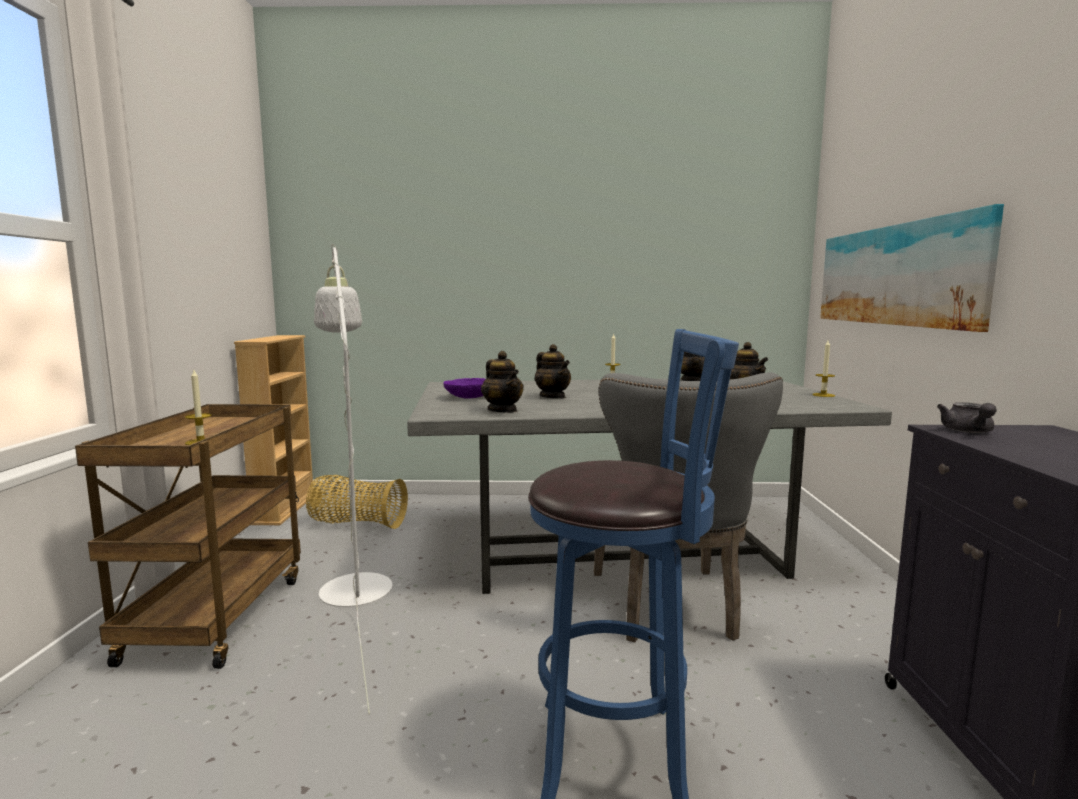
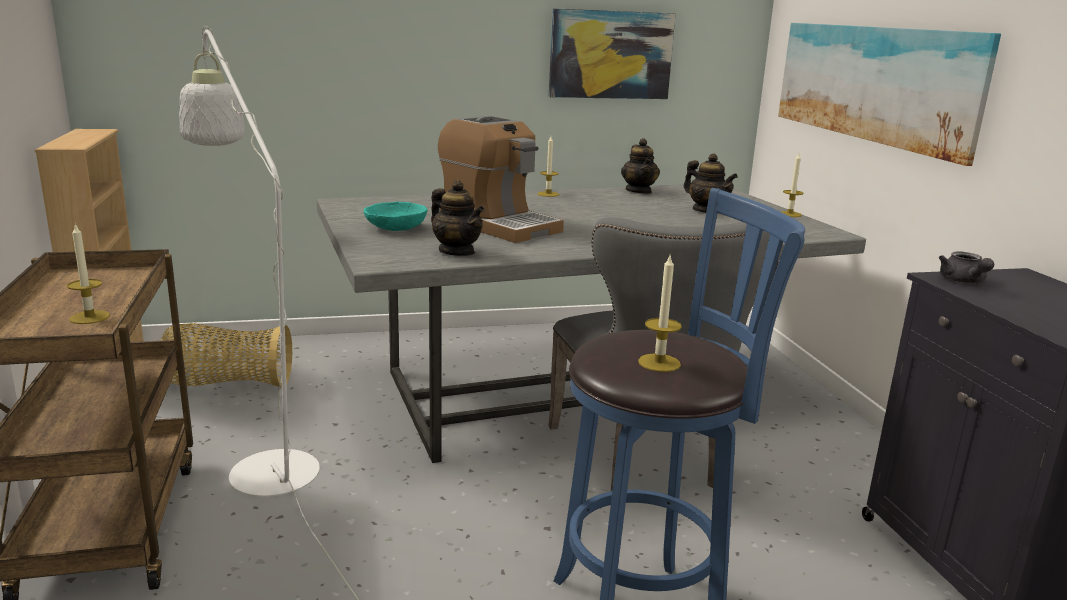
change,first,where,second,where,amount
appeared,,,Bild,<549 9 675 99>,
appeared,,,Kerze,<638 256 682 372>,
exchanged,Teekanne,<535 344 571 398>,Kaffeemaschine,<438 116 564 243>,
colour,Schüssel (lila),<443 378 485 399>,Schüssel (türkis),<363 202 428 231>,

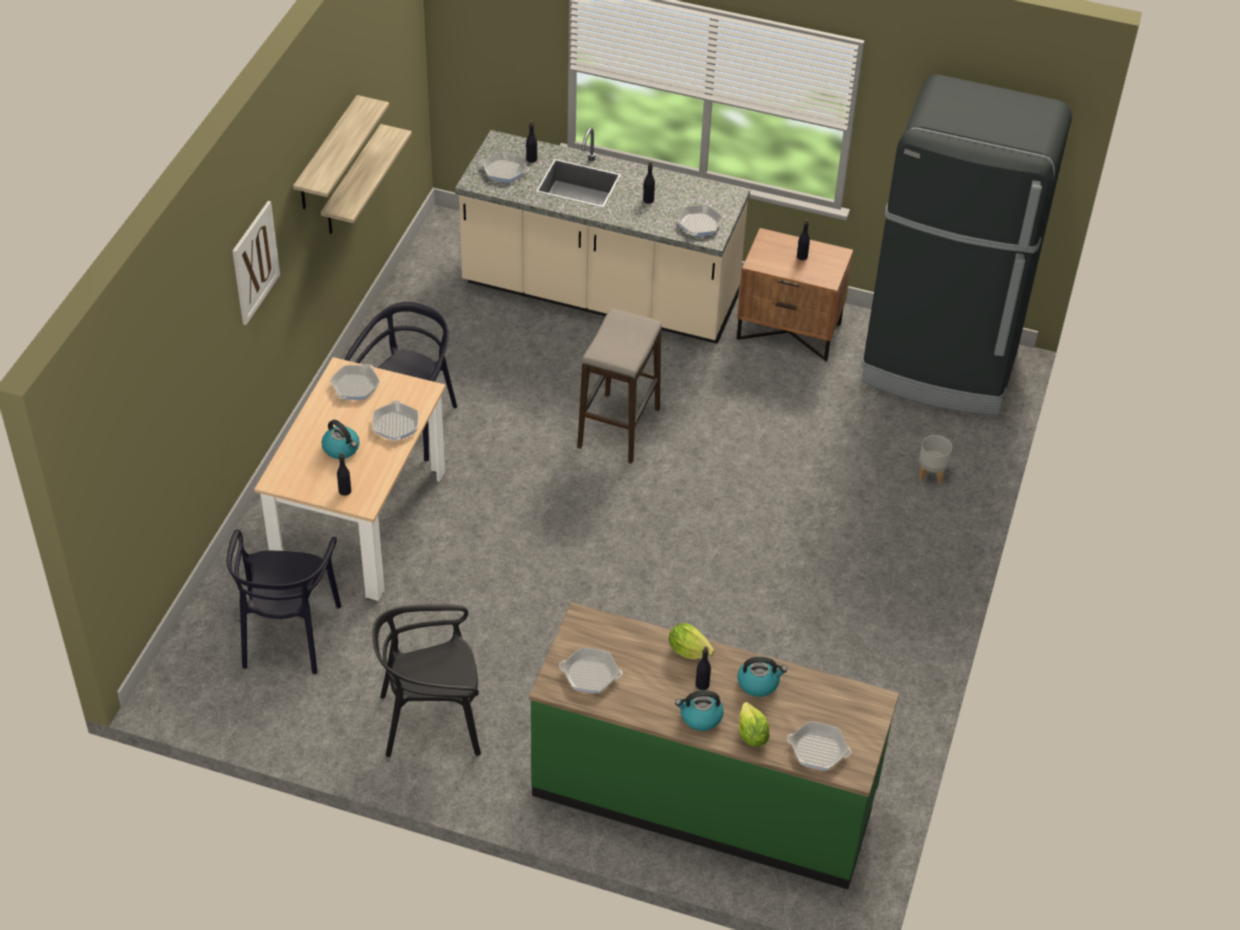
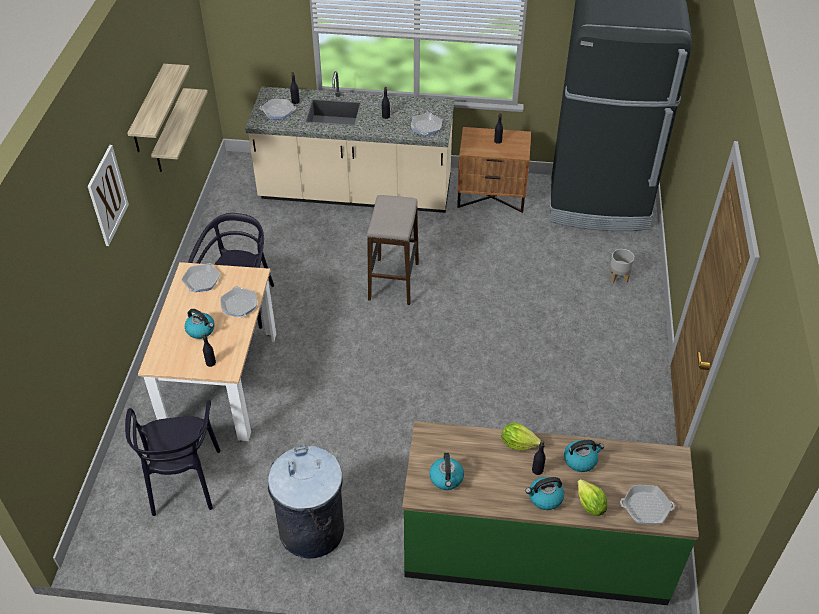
change,first,where,second,where,amount
exchanged,Stuhl (schwarz),<372 604 481 757>,Mülleimer (grau),<268 446 344 558>,
exchanged,Pfanne,<559 648 622 693>,Wasserkessel,<429 453 464 490>,

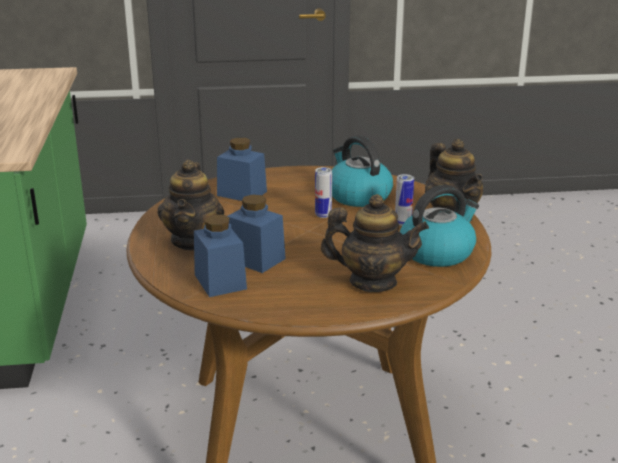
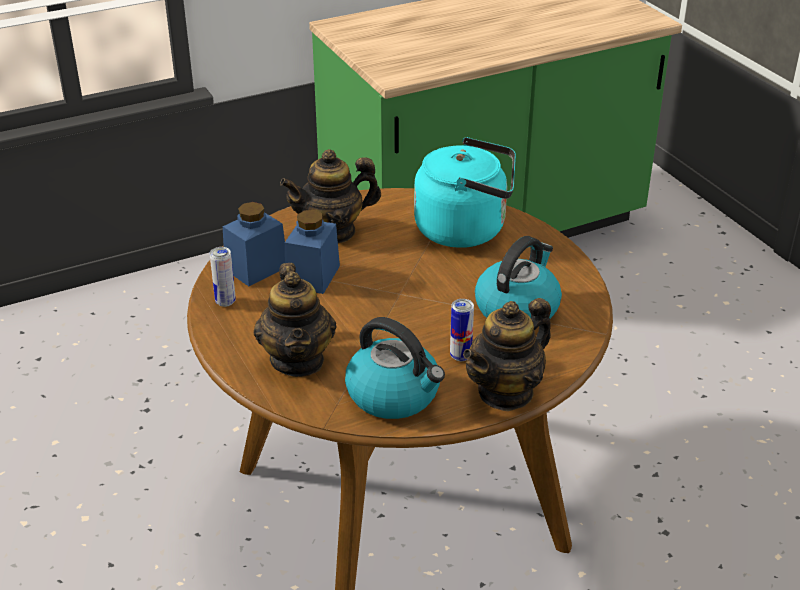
change,first,where,second,where,amount
relocated,Dose,<315 167 332 218>,,<210 247 236 307>,
exchanged,Vorratsglas (blau),<217 137 267 201>,Wasserkessel (türkis),<414 137 516 248>,

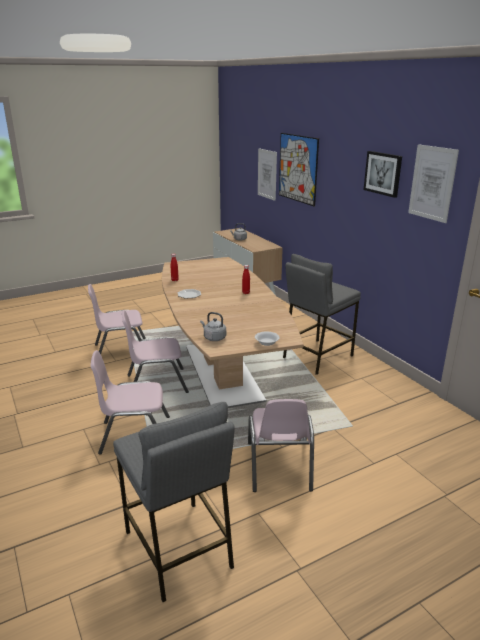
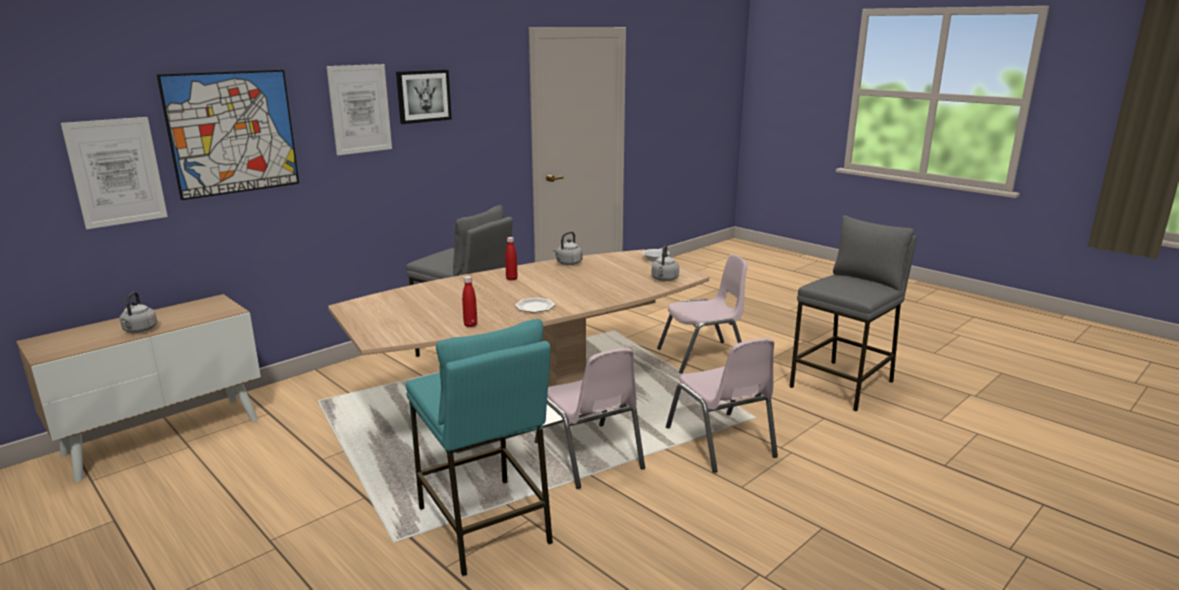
change,first,where,second,where,amount
appeared,,,Wasserkessel (grau),<553 231 582 265>,
relocated,Bild,<408 144 459 223>,,<326 64 392 155>,
exchanged,Stuhl (rosa),<88 284 146 354>,Hocker (türkis),<405 319 553 576>,

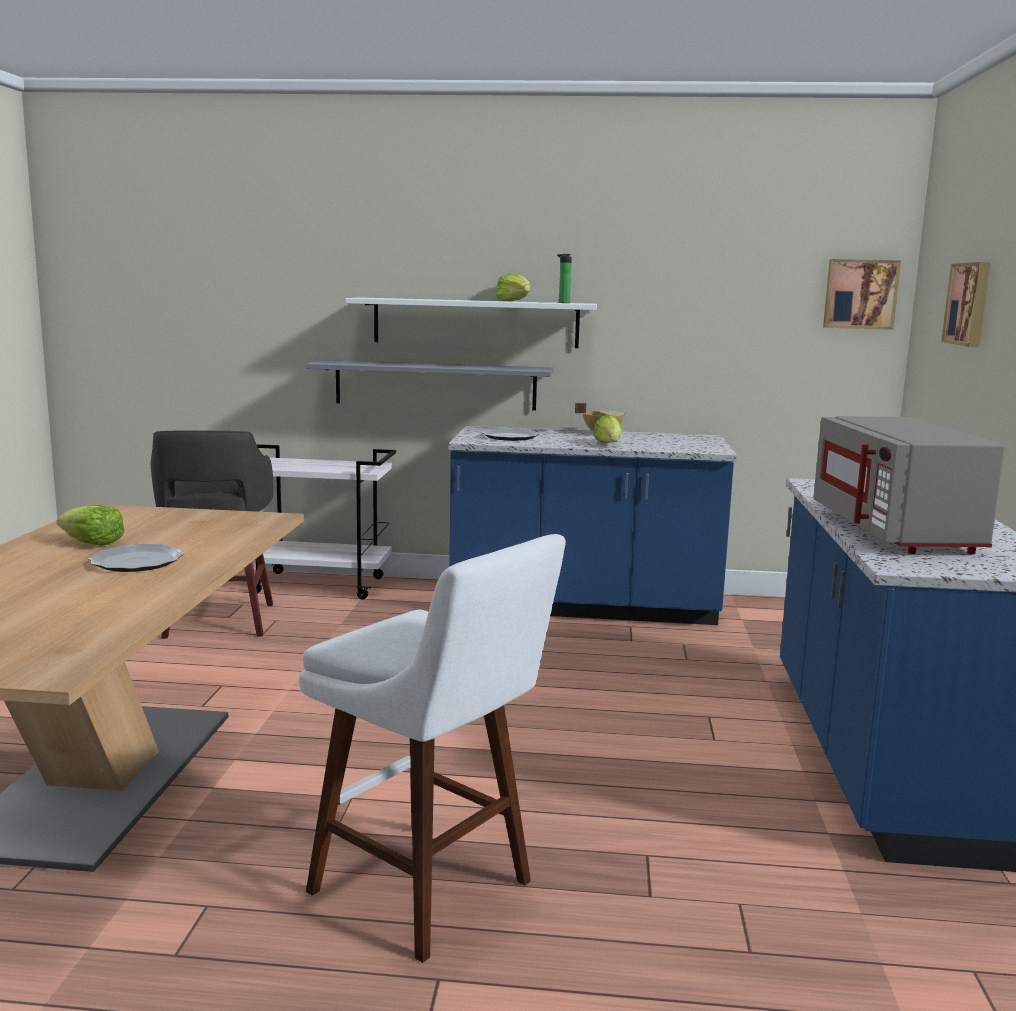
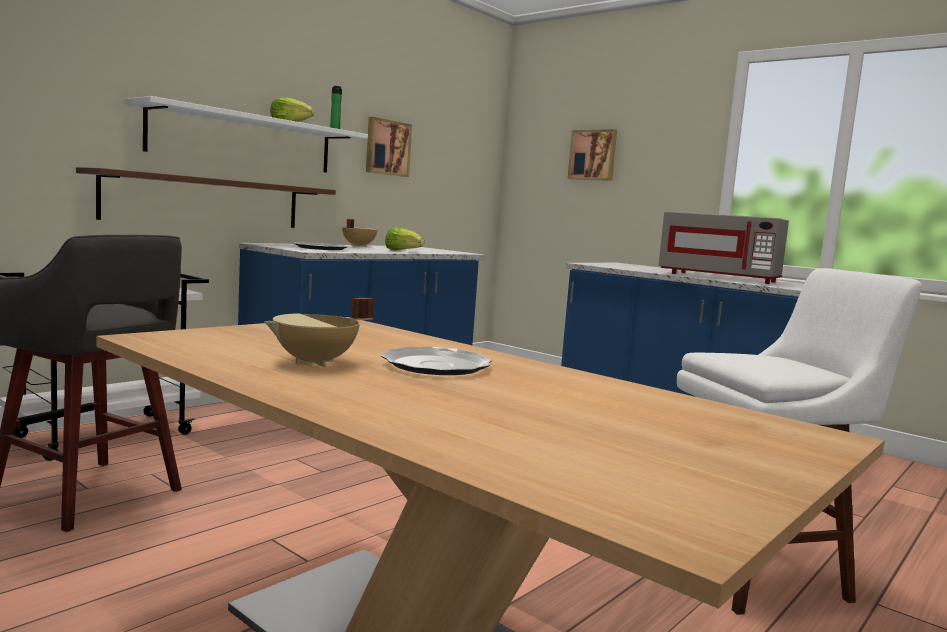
change,first,where,second,where,amount
relocated,Bild,<823 259 901 330>,,<366 117 412 177>,
exchanged,Salatkopf,<57 505 125 546>,Kochtopf (beige),<264 298 374 367>,
colour,Wandregal (grau),<306 360 554 411>,Wandregal (braun),<76 167 336 228>,

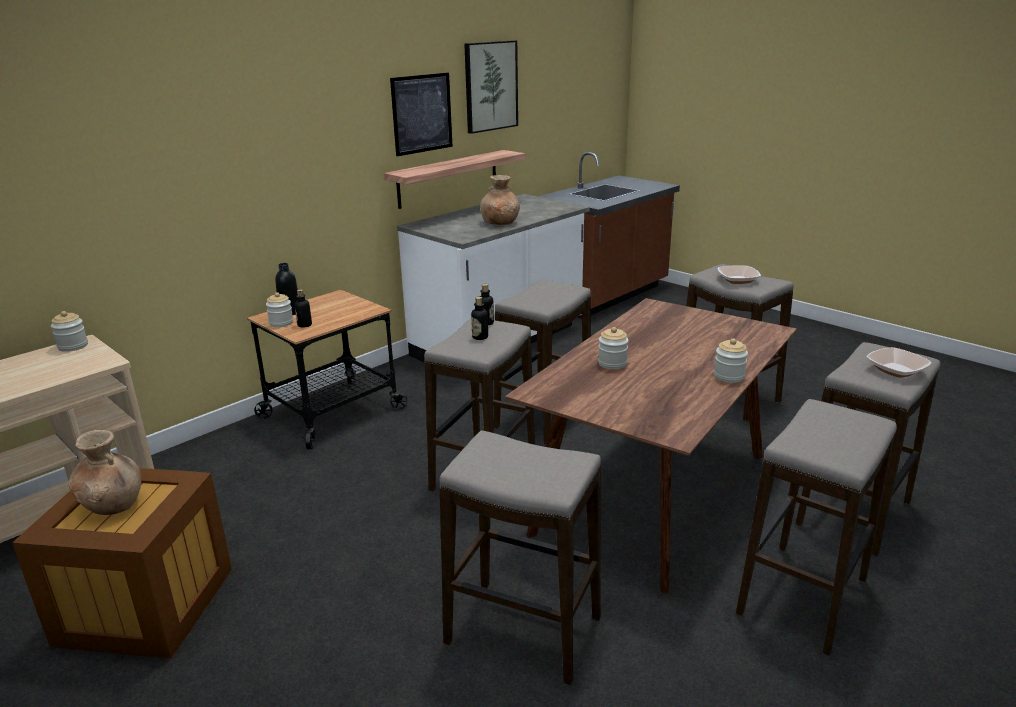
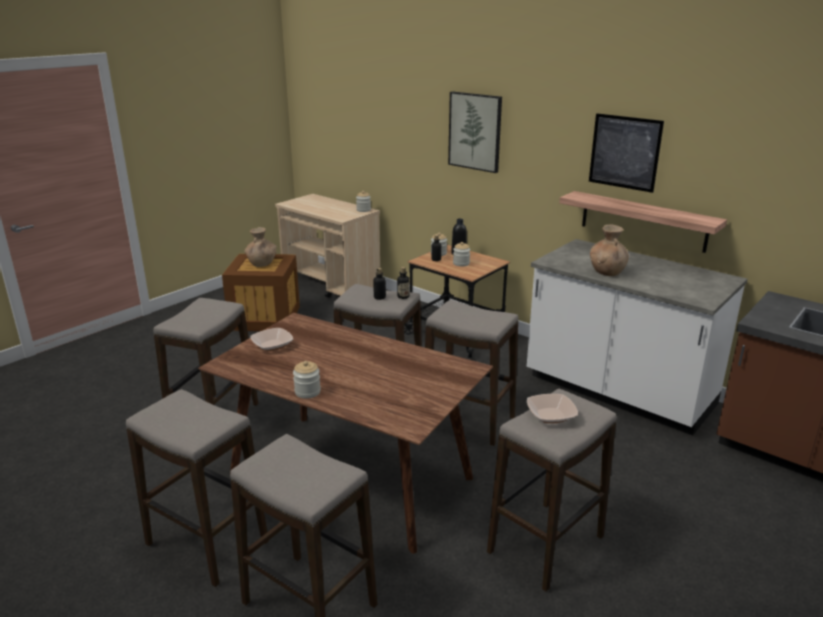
change,first,where,second,where,amount
relocated,Bild,<464 40 518 134>,,<448 92 502 173>,
relocated,Vorratsglas,<598 327 629 370>,,<453 242 470 266>,
relocated,Schüssel,<866 347 932 378>,,<250 328 293 351>,

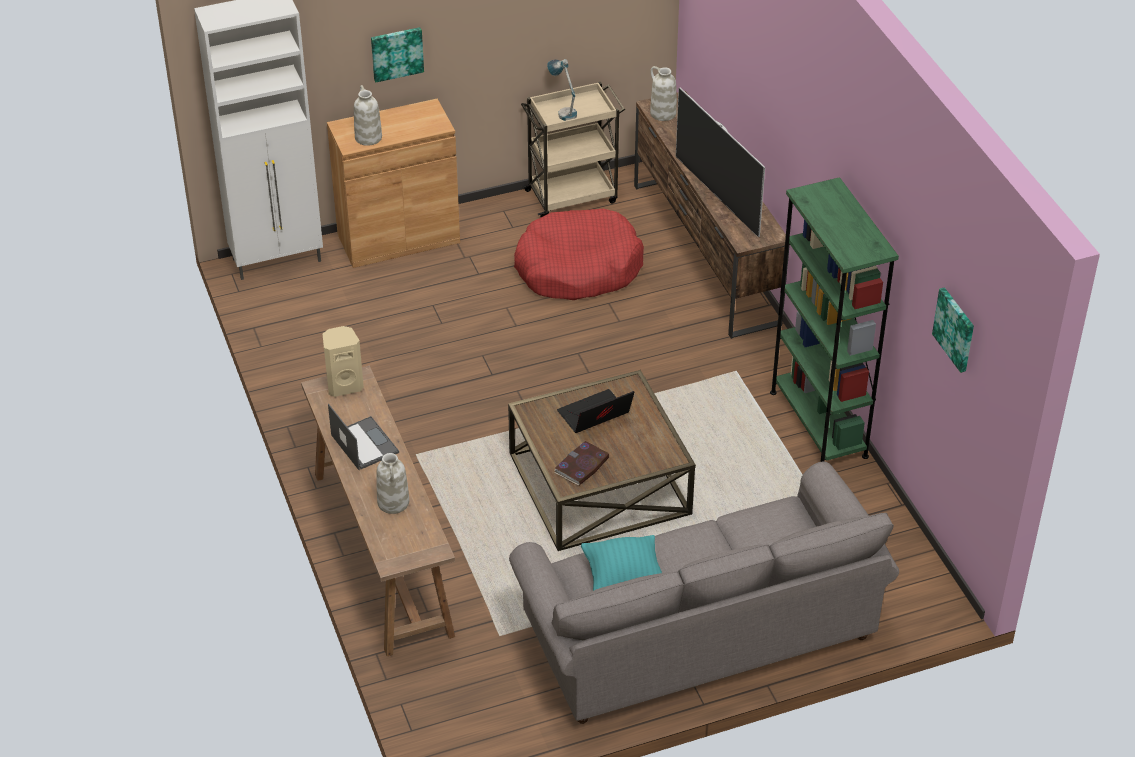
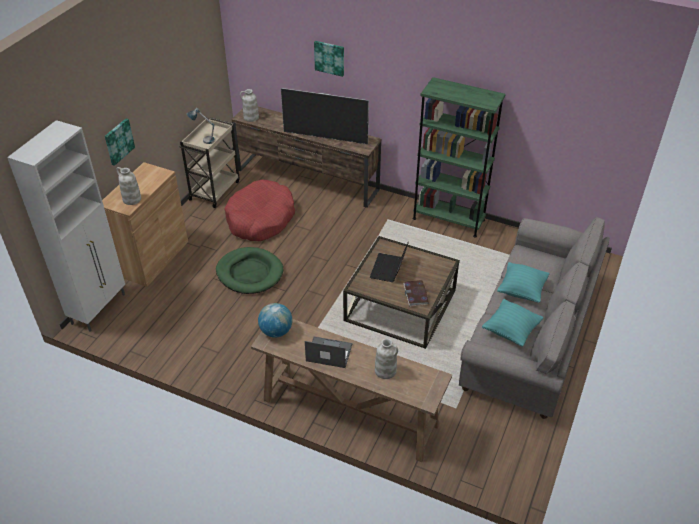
change,first,where,second,where,amount
appeared,,,Hundebett (grün),<216 247 283 294>,
appeared,,,Kissen (türkis),<497 262 549 303>,
relocated,Bild,<932 287 974 373>,,<314 41 344 77>,
exchanged,Lautsprecher (beige),<323 326 364 397>,Globus,<258 303 292 337>,

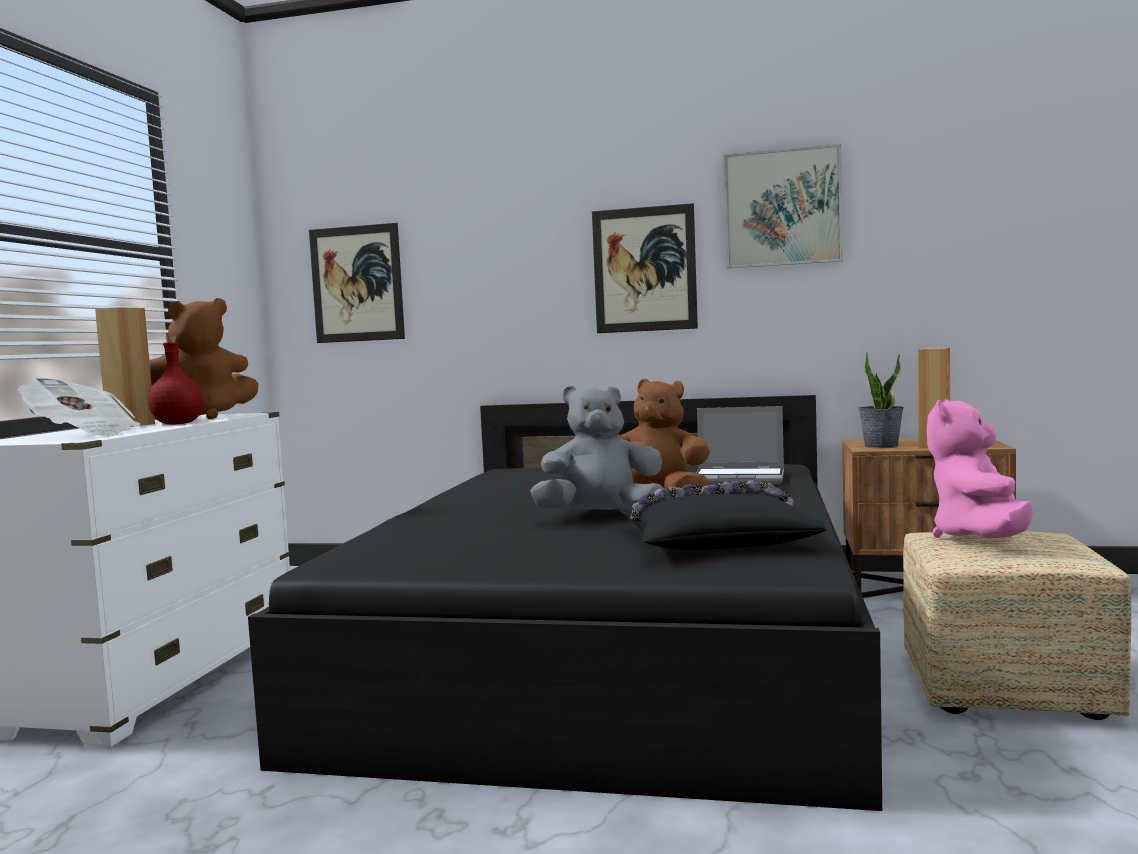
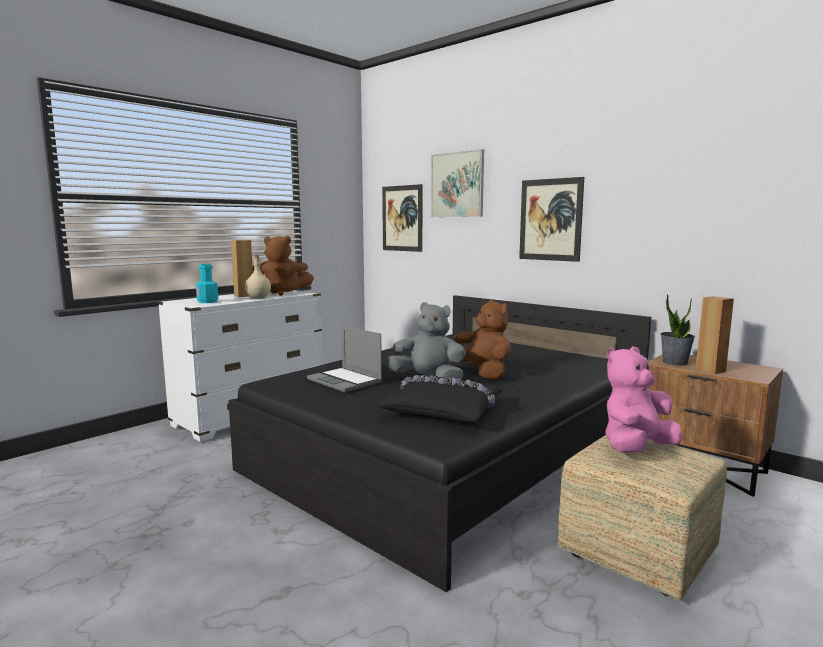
change,first,where,second,where,amount
relocated,Laptop,<696 406 784 485>,,<307 325 382 392>,
relocated,Bild,<724 144 843 269>,,<431 149 484 217>,
exchanged,Zeitung,<18 377 141 437>,Flasche (türkis),<196 264 218 303>,
colour,Flasche (rot),<148 336 203 425>,Flasche (beige),<245 255 271 298>,

